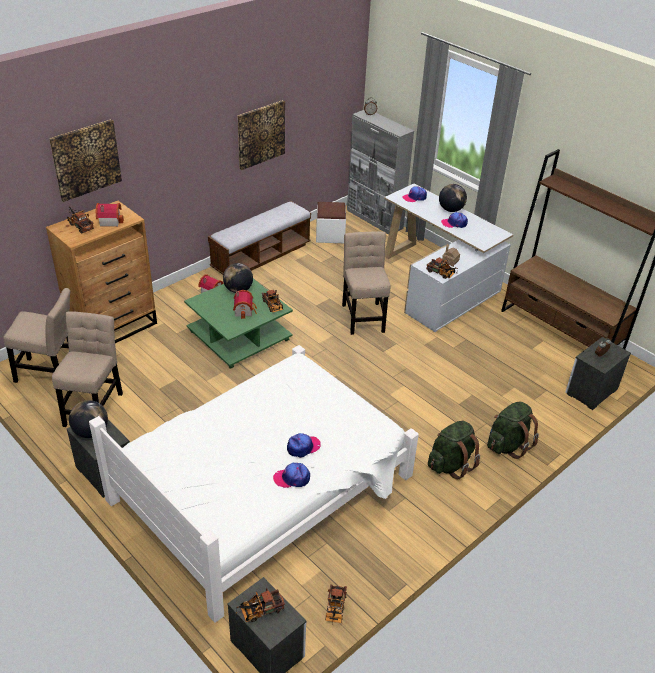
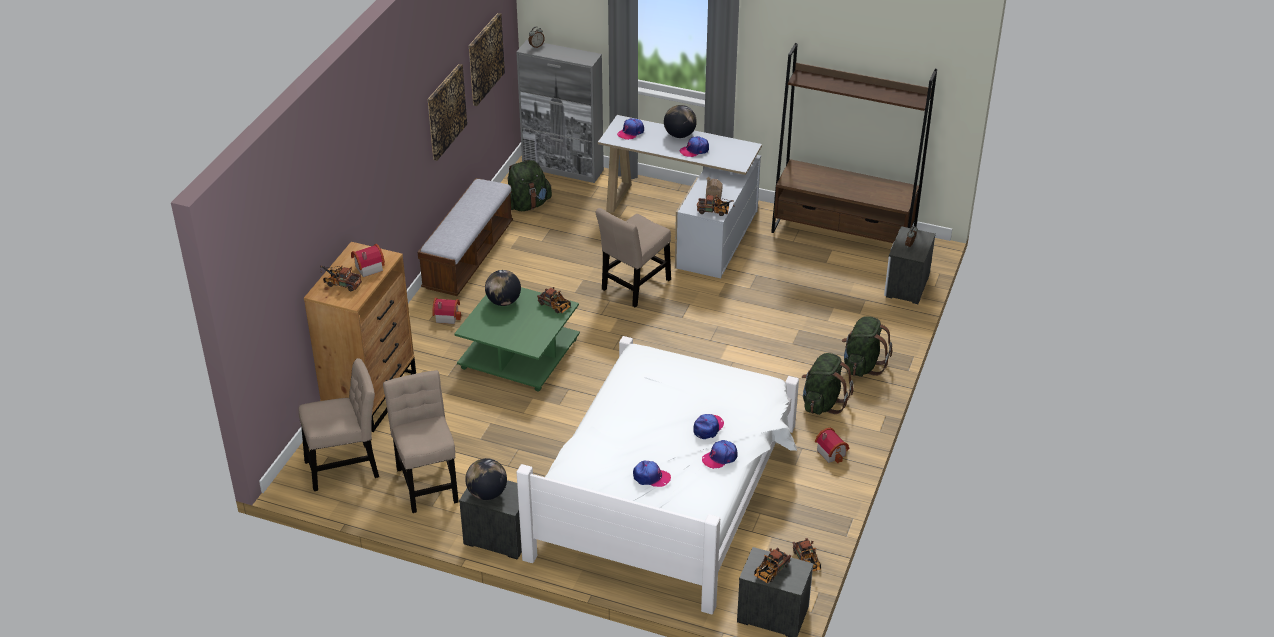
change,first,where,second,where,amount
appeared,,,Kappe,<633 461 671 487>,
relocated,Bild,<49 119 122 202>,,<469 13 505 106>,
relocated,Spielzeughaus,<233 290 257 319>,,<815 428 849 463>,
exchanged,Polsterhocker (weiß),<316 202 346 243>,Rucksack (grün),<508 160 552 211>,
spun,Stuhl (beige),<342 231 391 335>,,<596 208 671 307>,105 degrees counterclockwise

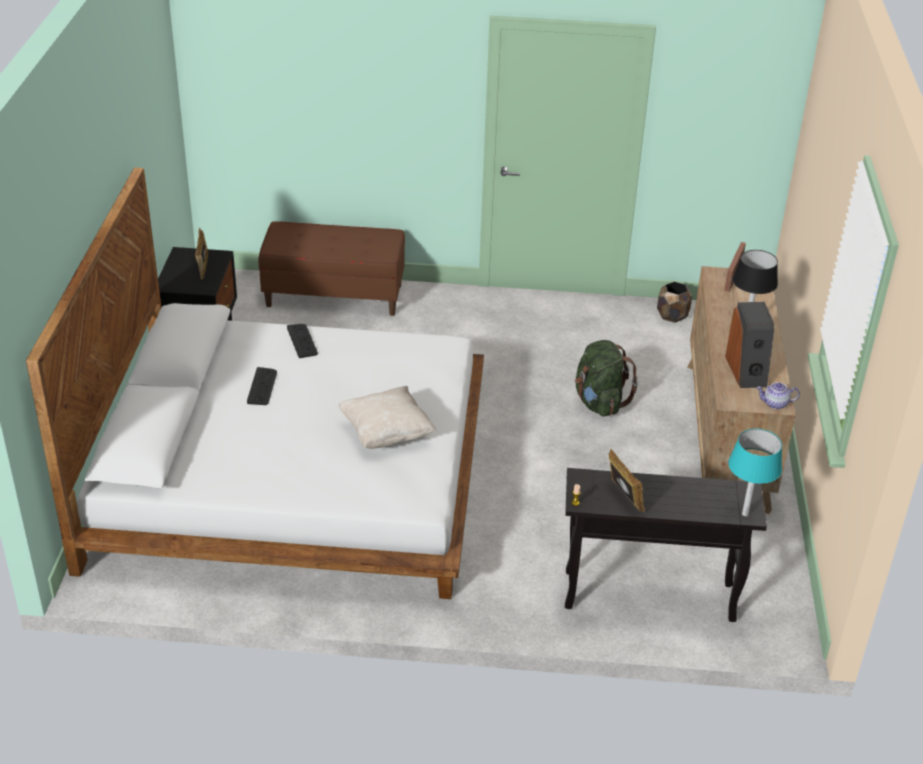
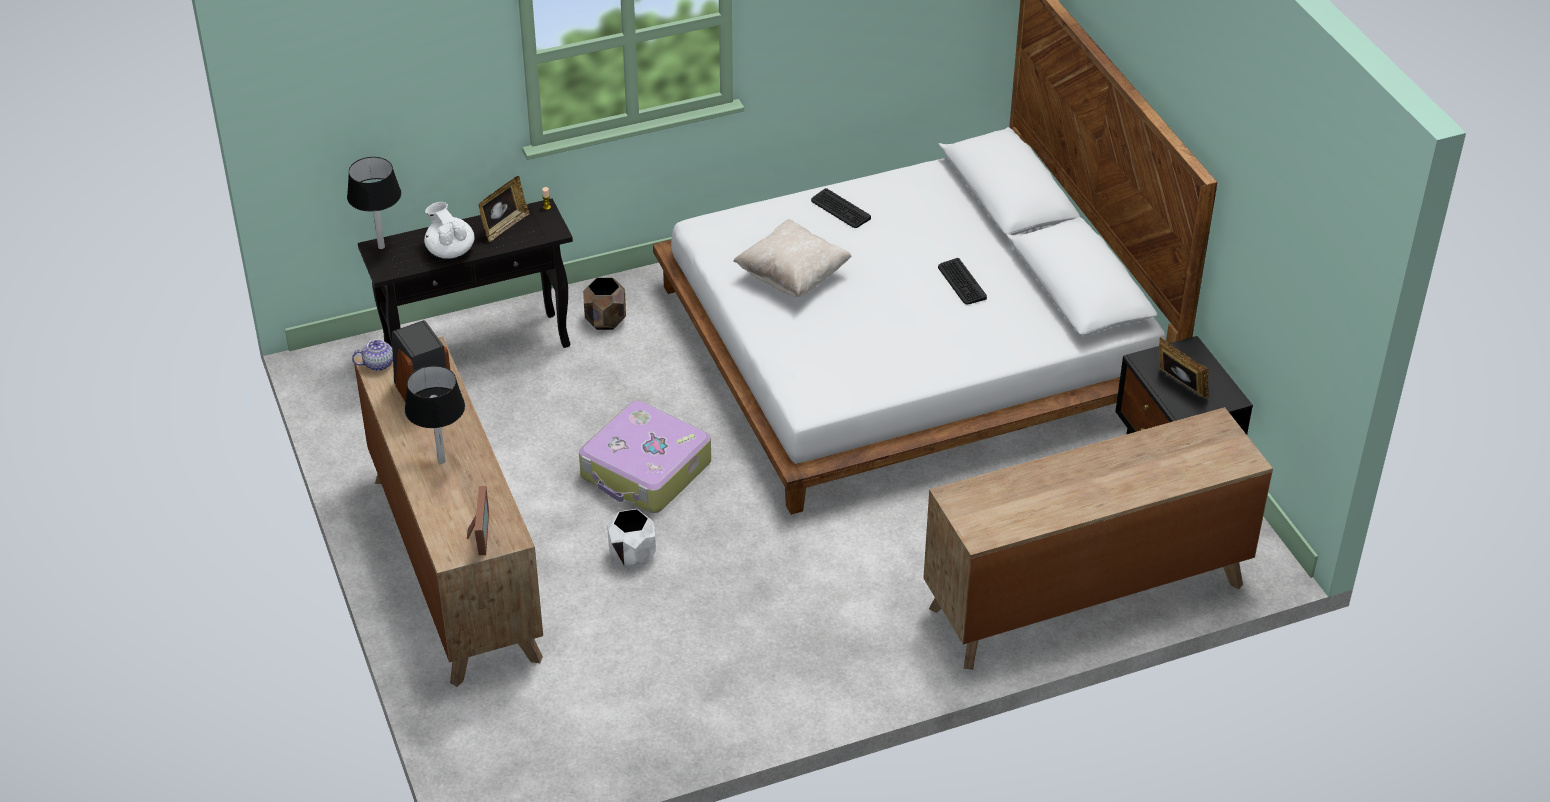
change,first,where,second,where,amount
appeared,,,Teekanne (weiß),<424 202 475 259>,
appeared,,,Koffer,<579 401 711 513>,
relocated,Tastatur,<287 324 318 358>,,<811 188 871 228>,
relocated,Pflanzkübel (braun),<657 281 692 323>,,<583 277 626 330>,
exchanged,Bank (braun),<258 221 405 316>,Kommode (braun),<923 407 1273 670>,
exchanged,Rucksack (grün),<575 340 638 417>,Pflanzkübel (weiß),<607 509 656 568>,
colour,Tischlampe (türkis),<728 429 782 516>,Tischlampe (schwarz),<347 157 401 249>,
spun,Bilderrahmen,<608 449 645 512>,,<479 176 530 242>,90 degrees counterclockwise

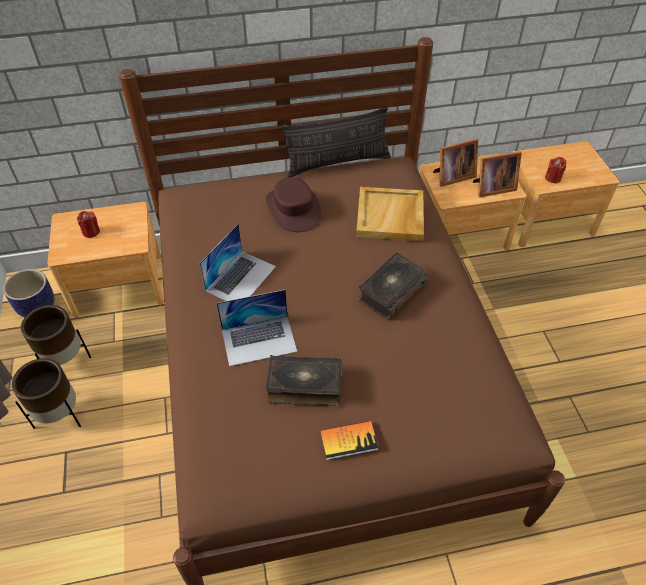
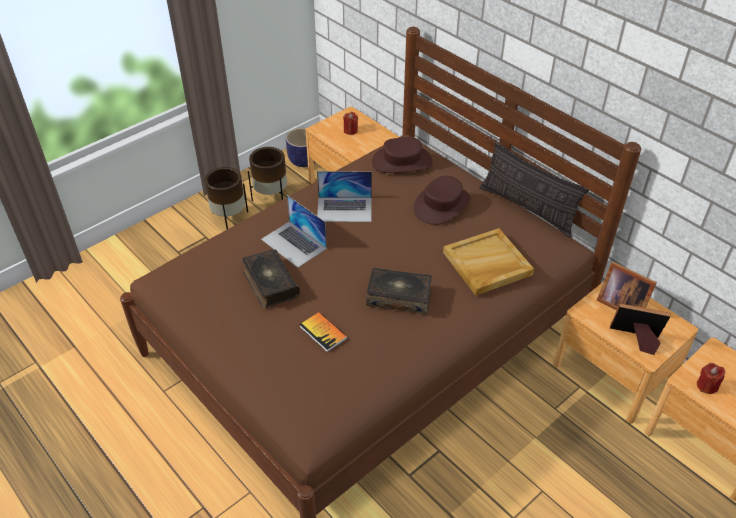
change,first,where,second,where,amount
appeared,,,Hut (braun),<372 137 433 173>,
relocated,Buch,<320 421 379 460>,,<299 312 347 352>,
spun,Bilderrahmen,<473 151 522 197>,,<610 303 671 355>,150 degrees clockwise

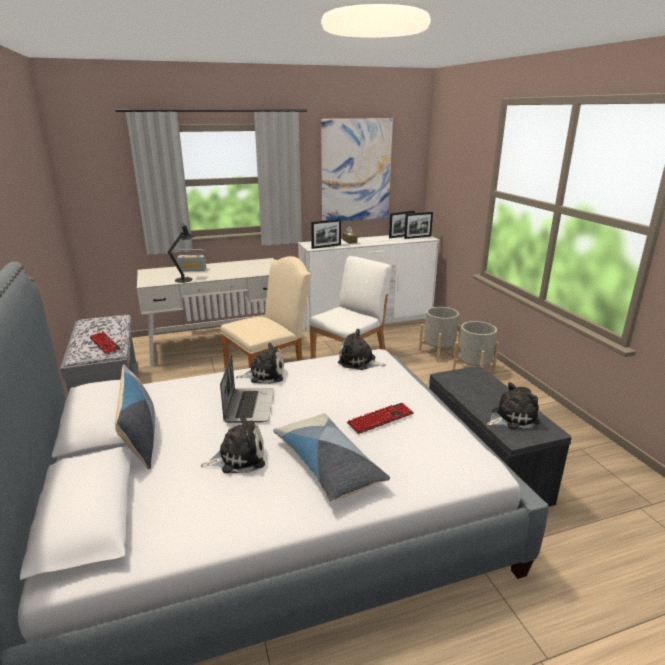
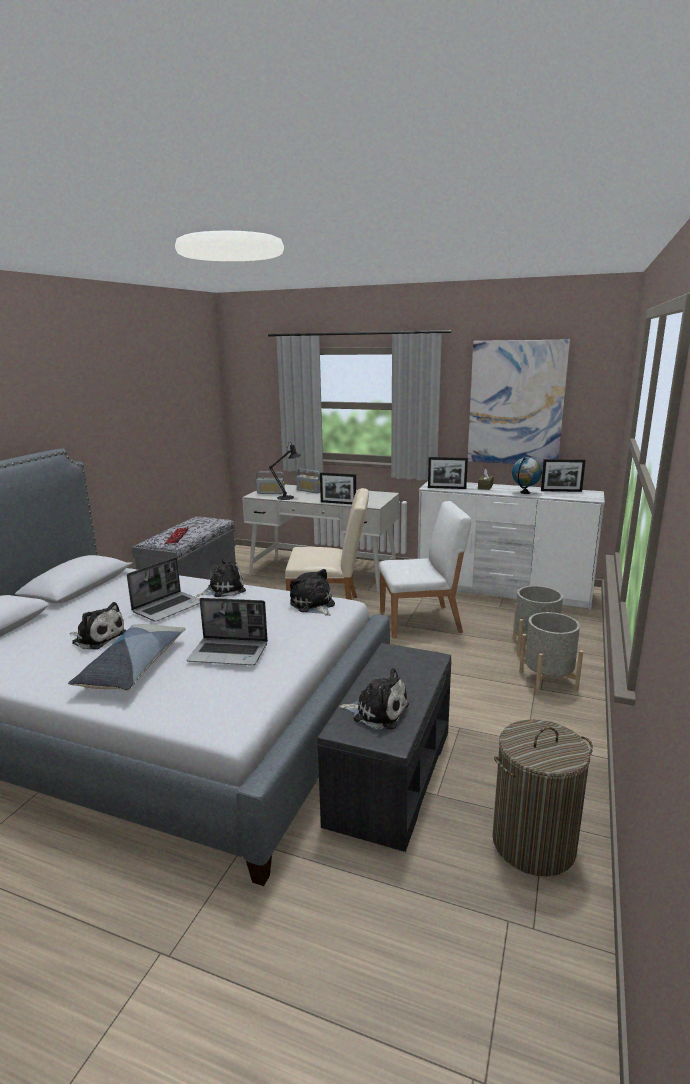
change,first,where,second,where,amount
missing,Kissen,<115 365 155 470>,,,
appeared,,,Radio,<256 472 285 494>,
appeared,,,Wäschekorb,<492 719 593 876>,
appeared,,,Globus,<512 457 542 494>,
relocated,Bilderrahmen,<404 212 433 239>,,<320 472 356 504>,
exchanged,Tastatur,<347 403 414 434>,Laptop,<187 598 268 665>,
spun,Plüschtier,<236 343 284 384>,,<197 558 246 597>,60 degrees counterclockwise

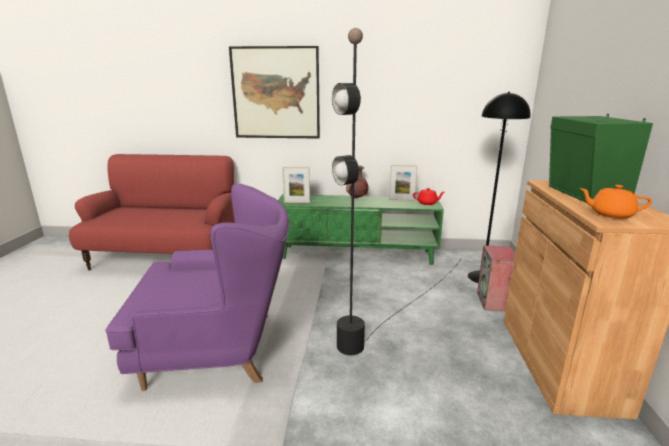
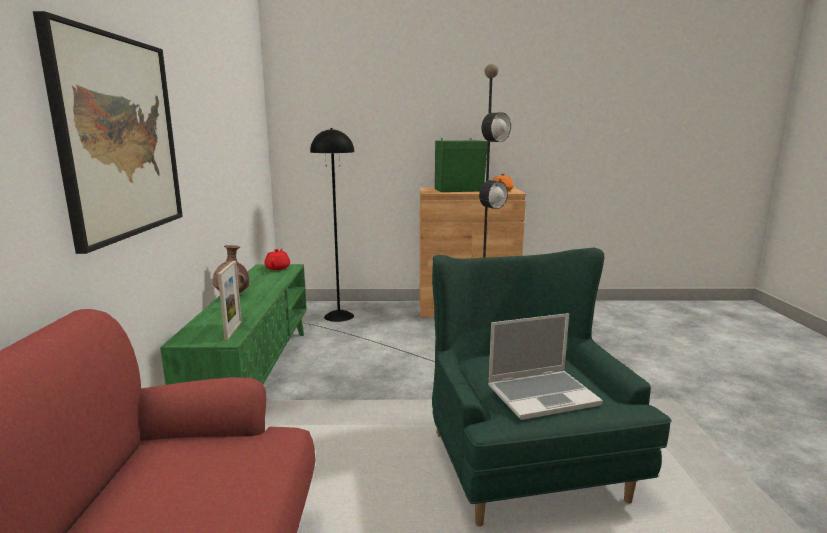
change,first,where,second,where,amount
missing,Bilderrahmen,<389 165 417 201>,,,
missing,Lautsprecher,<477 245 515 311>,,,
appeared,,,Laptop,<488 313 603 420>,
colour,Sessel (lila),<105 184 289 391>,Sessel (grün),<432 248 672 527>,

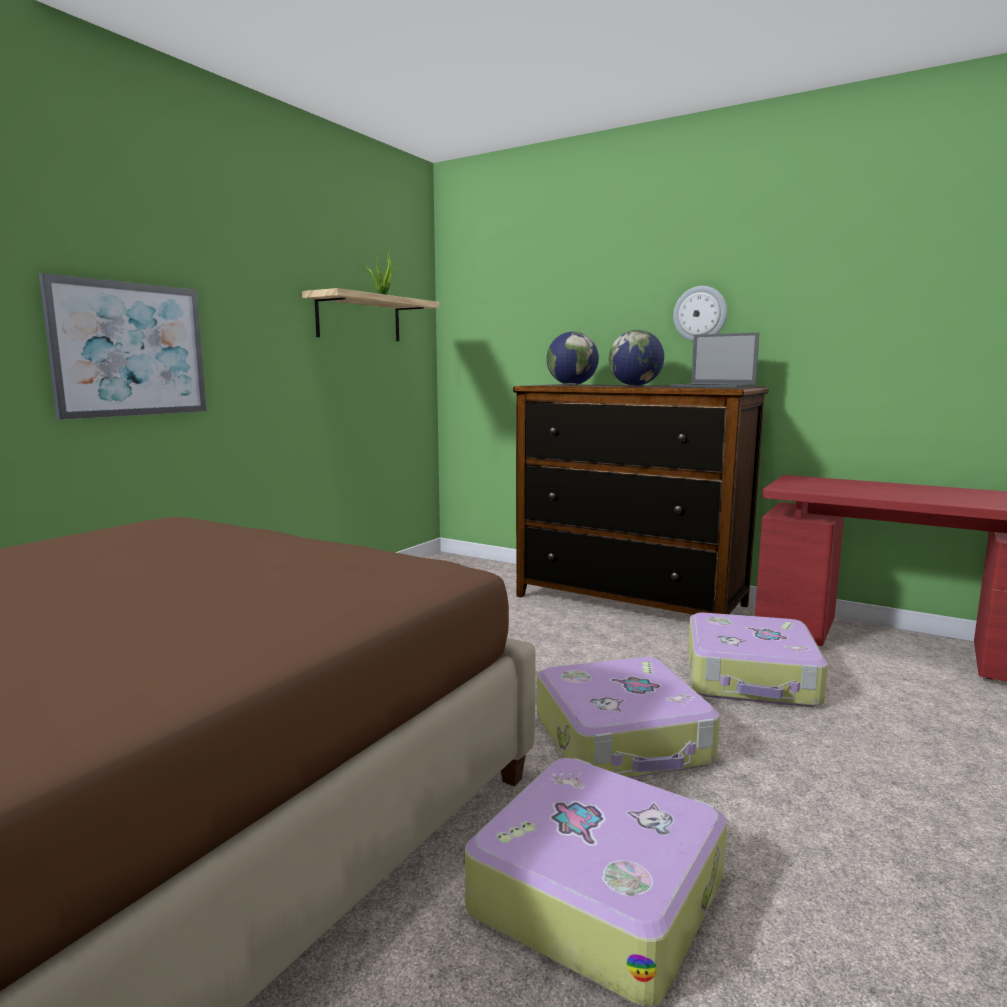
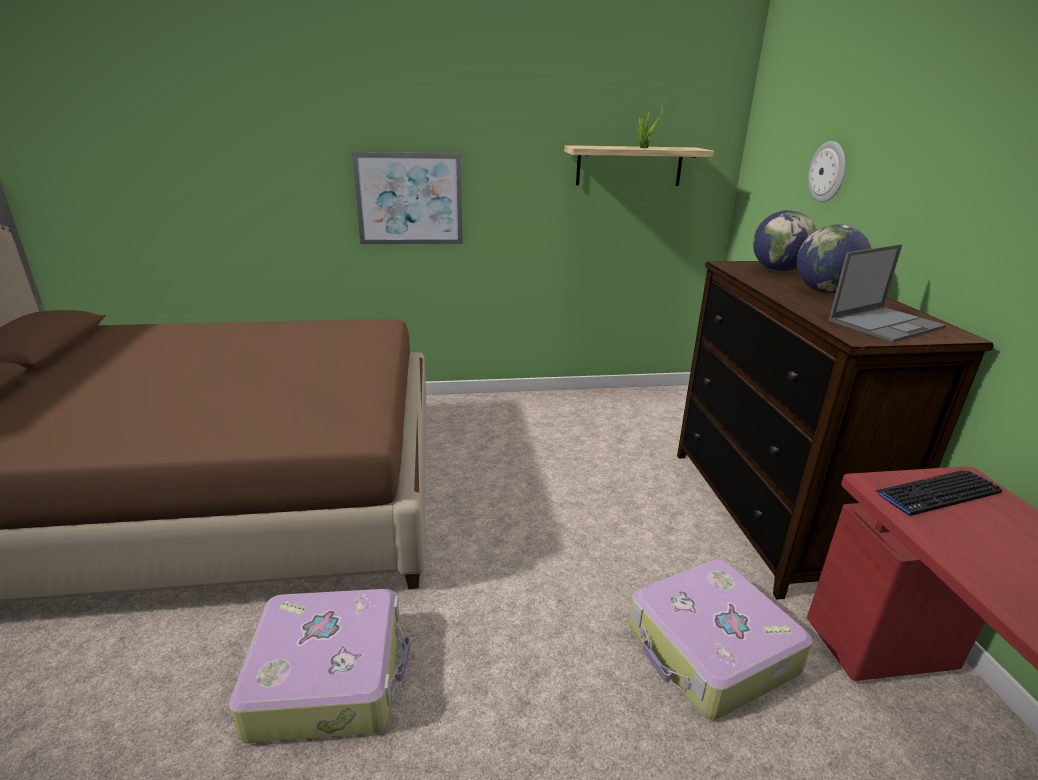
change,first,where,second,where,amount
missing,Koffer,<537 657 720 778>,,,
appeared,,,Tastatur,<876 470 1002 516>,
relocated,Wanduhr,<673 286 727 342>,,<808 141 846 202>,
spun,Laptop,<670 333 759 388>,,<828 244 946 342>,120 degrees counterclockwise

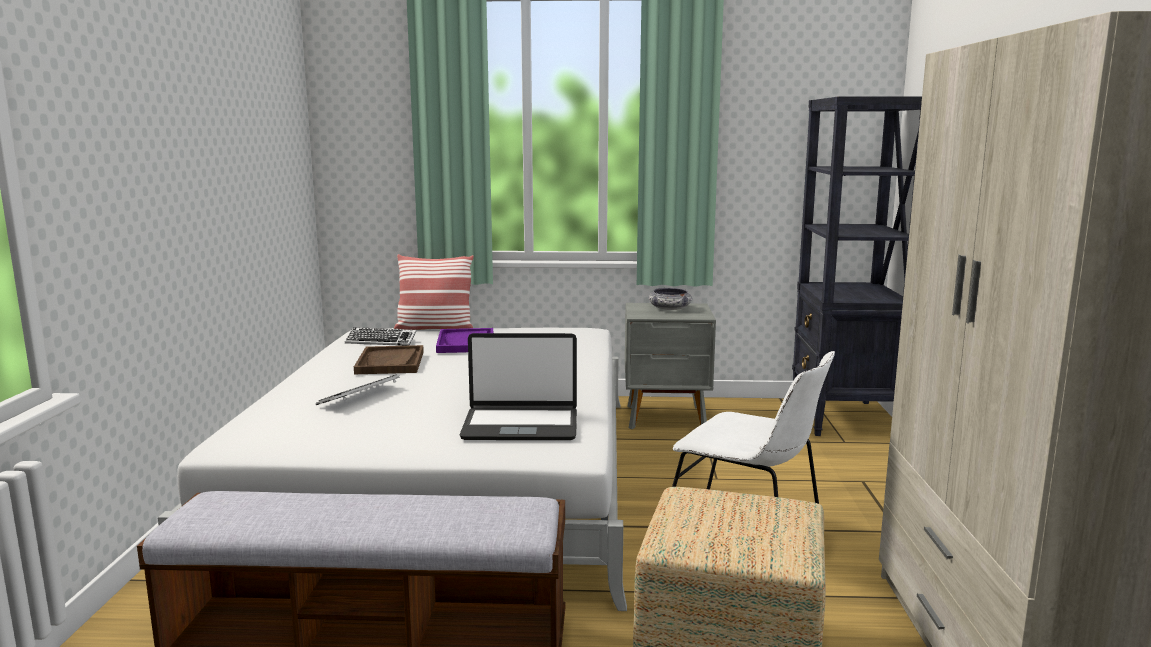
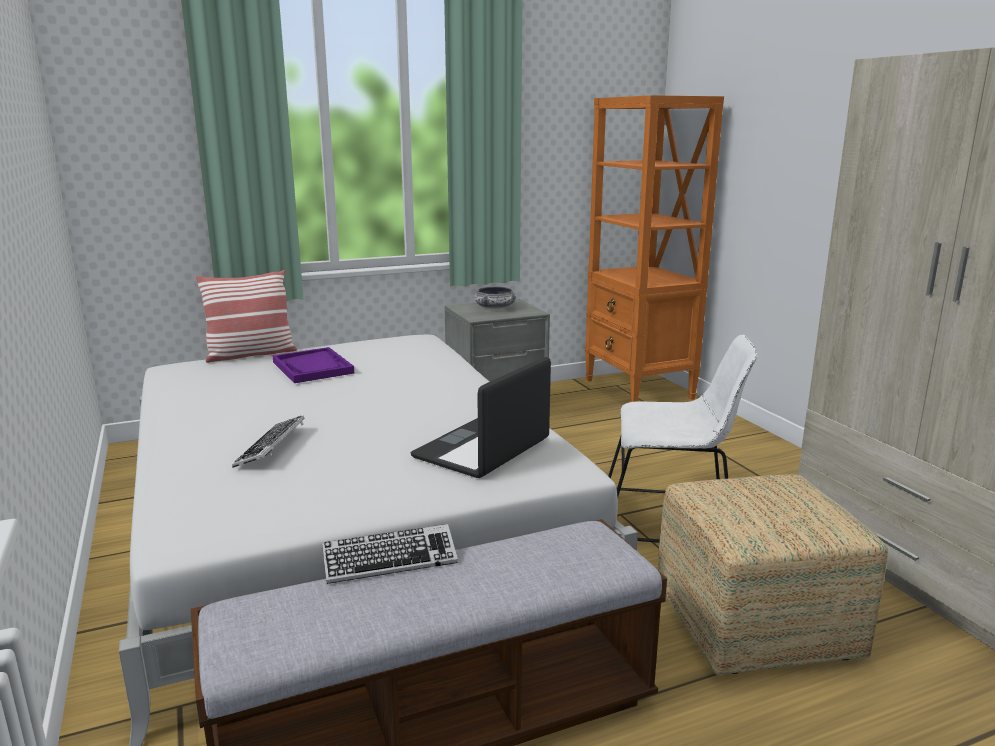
change,first,where,second,where,amount
missing,Tablett (braun),<354 345 424 374>,,,
relocated,Tastatur,<345 327 417 346>,,<322 524 458 584>,
colour,Bücherregal (schwarz),<792 96 922 436>,Bücherregal (orange),<585 95 724 402>,
spun,Laptop,<459 333 577 440>,,<411 357 551 478>,150 degrees clockwise

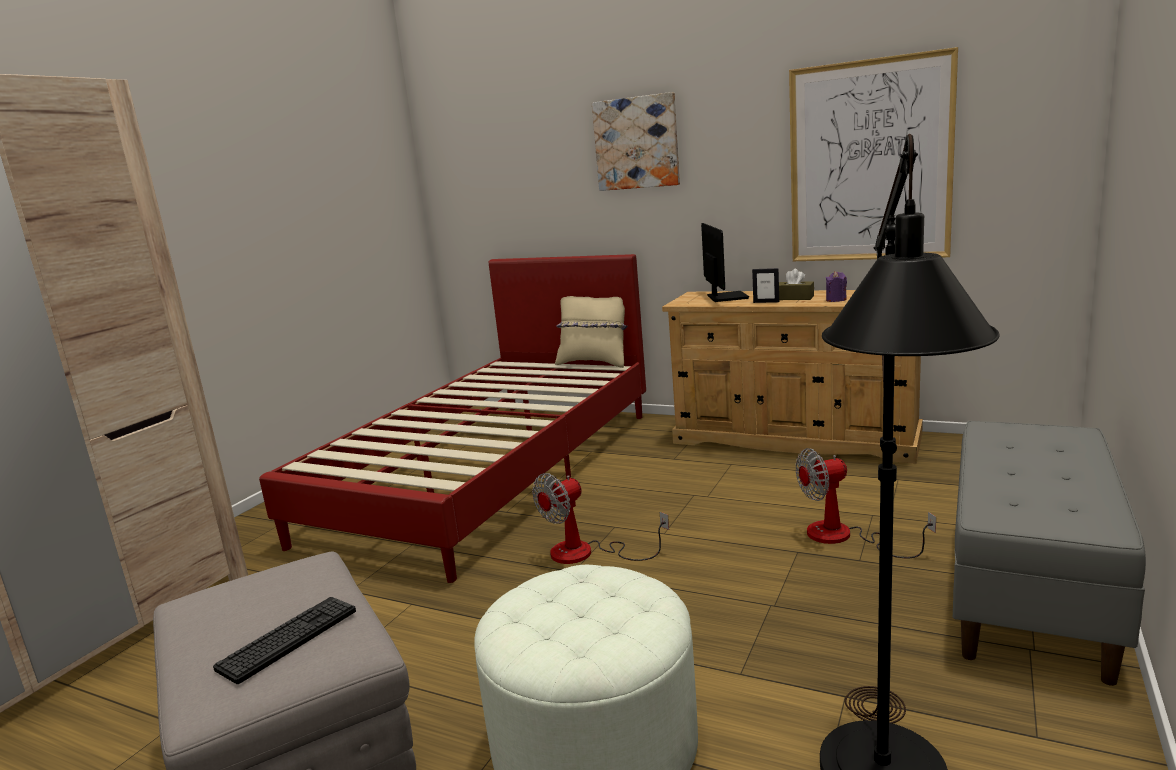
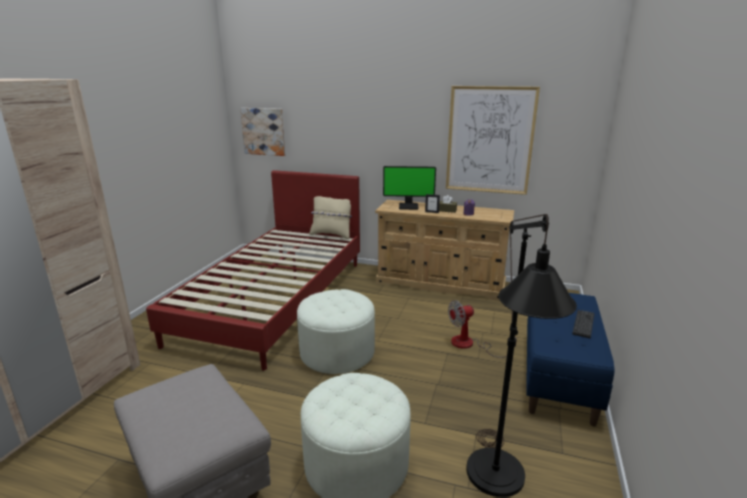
change,first,where,second,where,amount
relocated,Tastatur,<213 597 356 684>,,<572 310 594 338>,
relocated,Bild,<592 92 680 191>,,<240 108 285 156>,
exchanged,Ventilator,<532 473 669 564>,Polsterhocker (weiß),<297 289 375 374>,
colour,Bank (grau),<953 421 1146 686>,Bank (blau),<526 293 615 426>,
spun,Monitor,<701 223 749 302>,,<383 166 436 210>,105 degrees clockwise

